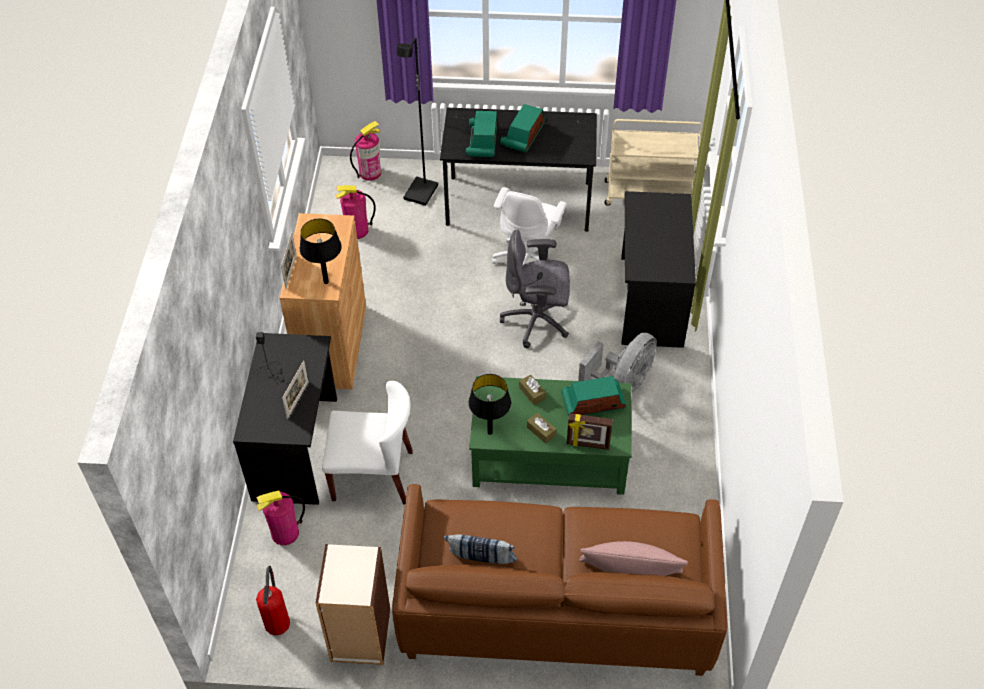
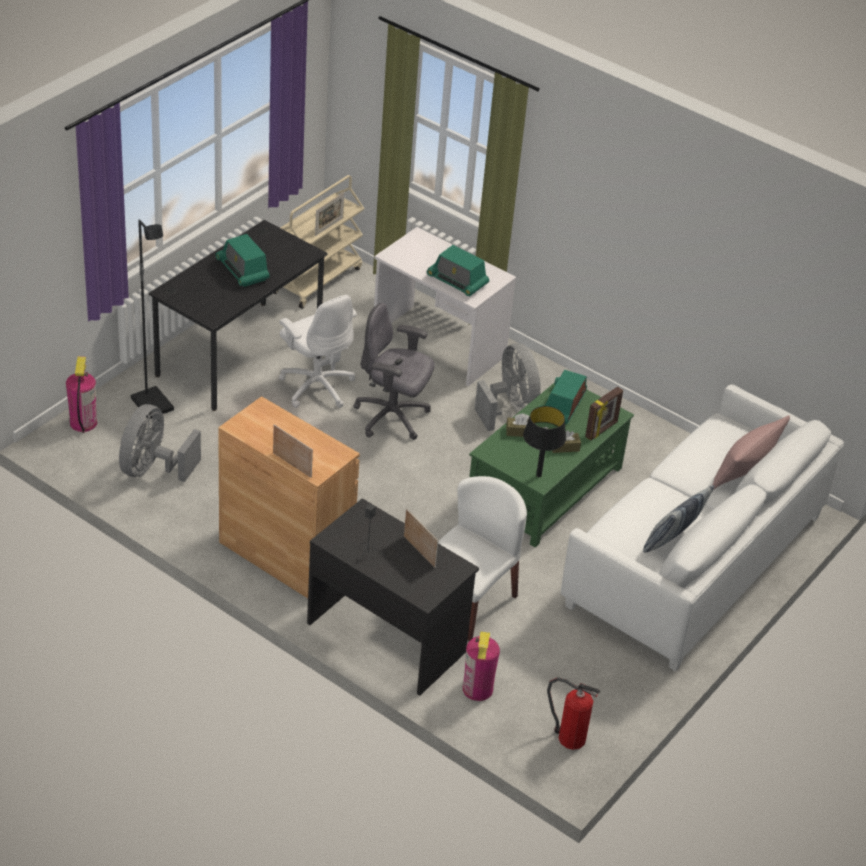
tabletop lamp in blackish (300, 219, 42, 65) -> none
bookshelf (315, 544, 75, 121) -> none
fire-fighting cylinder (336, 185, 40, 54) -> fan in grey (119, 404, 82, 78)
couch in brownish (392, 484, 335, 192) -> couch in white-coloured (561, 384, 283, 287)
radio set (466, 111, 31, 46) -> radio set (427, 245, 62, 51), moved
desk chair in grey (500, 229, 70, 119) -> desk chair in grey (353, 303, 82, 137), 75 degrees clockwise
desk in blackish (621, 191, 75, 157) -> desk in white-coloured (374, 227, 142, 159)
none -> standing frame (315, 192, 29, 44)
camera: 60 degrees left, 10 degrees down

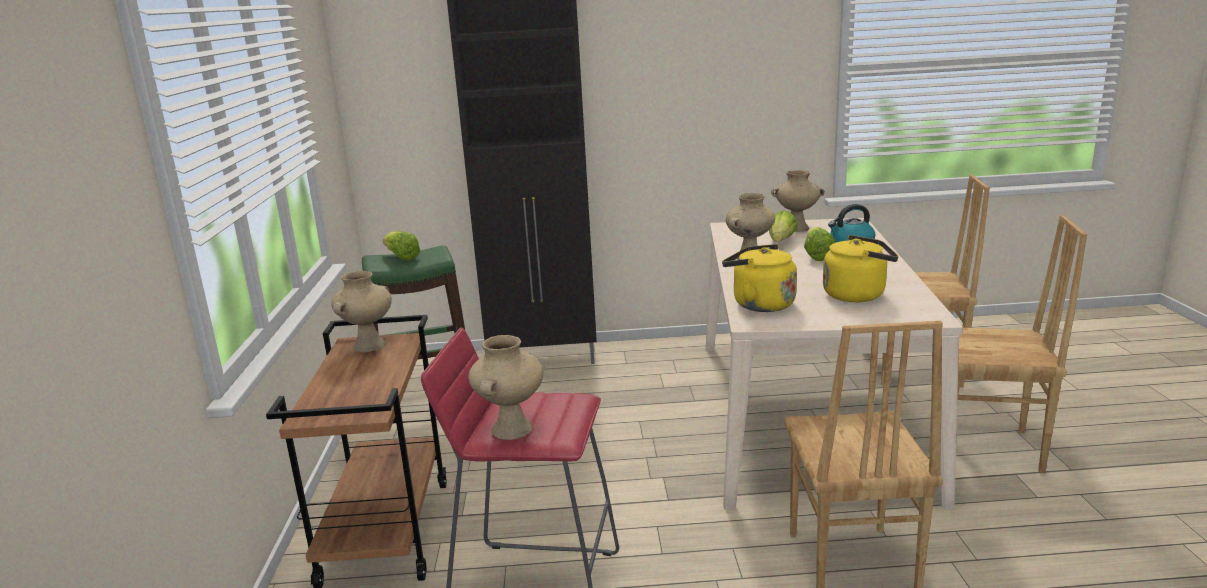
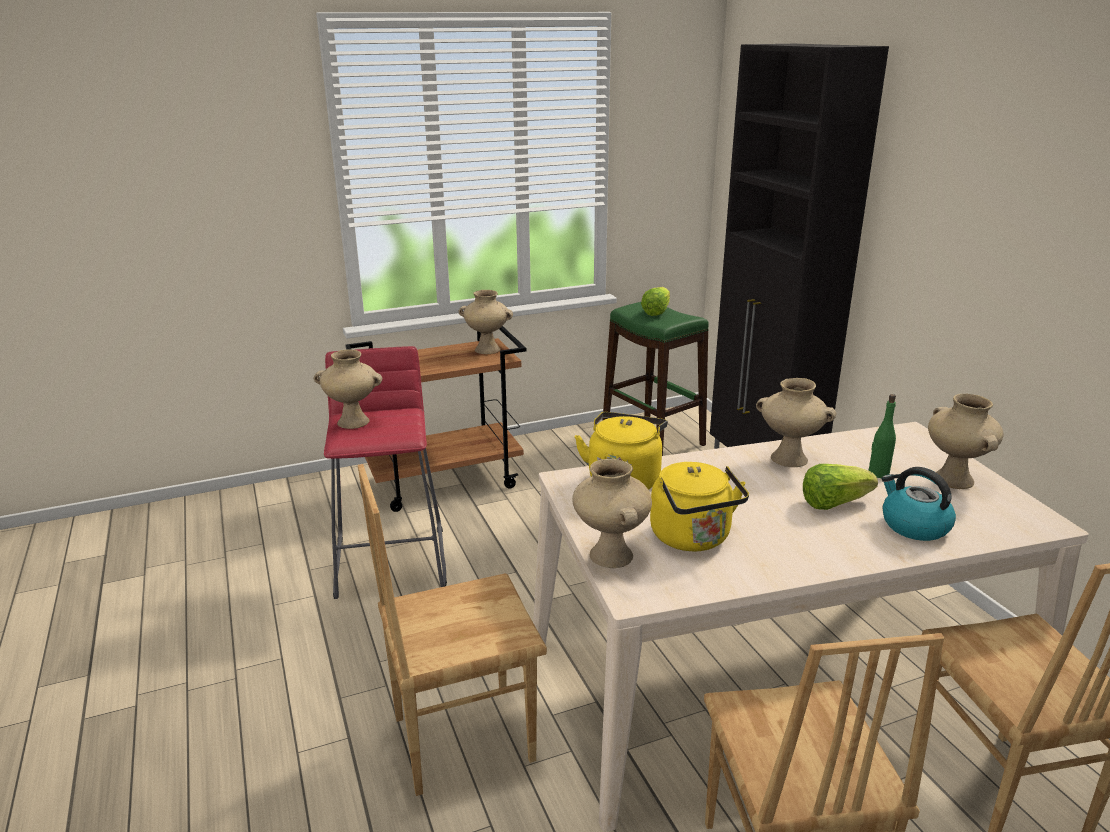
lettuce head (769, 210, 29, 32) -> bottle in green-coloured (868, 394, 28, 84)
none -> decorative vase in beige-coloured (572, 459, 80, 109)
camera: 70 degrees right, 5 degrees up

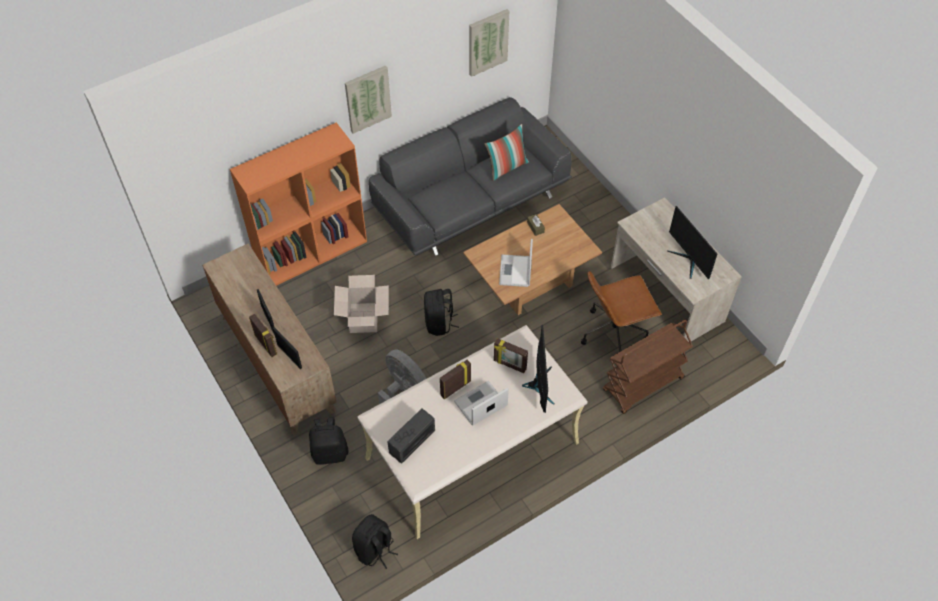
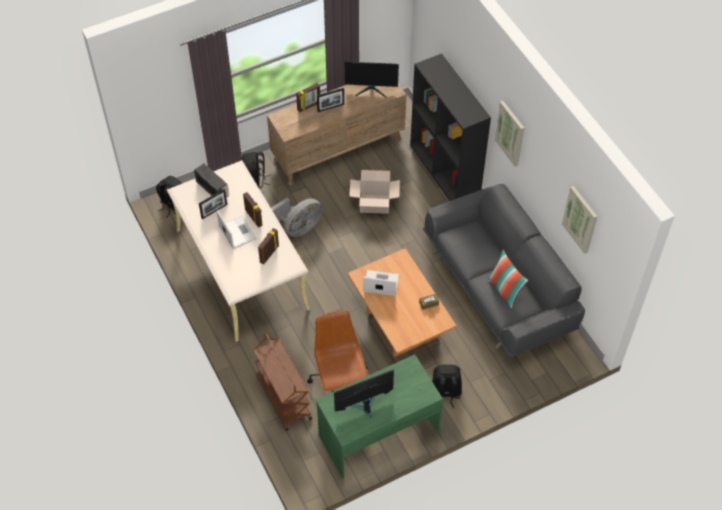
bookshelf in orange-coloured (230, 122, 137, 164) -> bookshelf in blackish (410, 53, 81, 148)
standing frame (273, 327, 29, 42) -> standing frame (199, 189, 28, 30), moved
knapsack in blackish (424, 289, 35, 47) -> knapsack in blackish (432, 365, 30, 43), moved
computer screen (522, 325, 33, 88) -> computer screen (345, 62, 54, 35), moved
desk in beige-coloured (611, 197, 131, 145) -> desk in green-coloured (316, 354, 127, 125)
camera: 95 degrees right, 0 degrees up

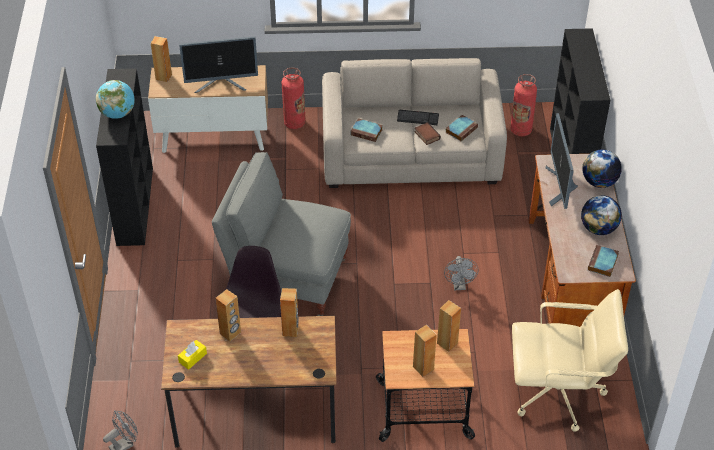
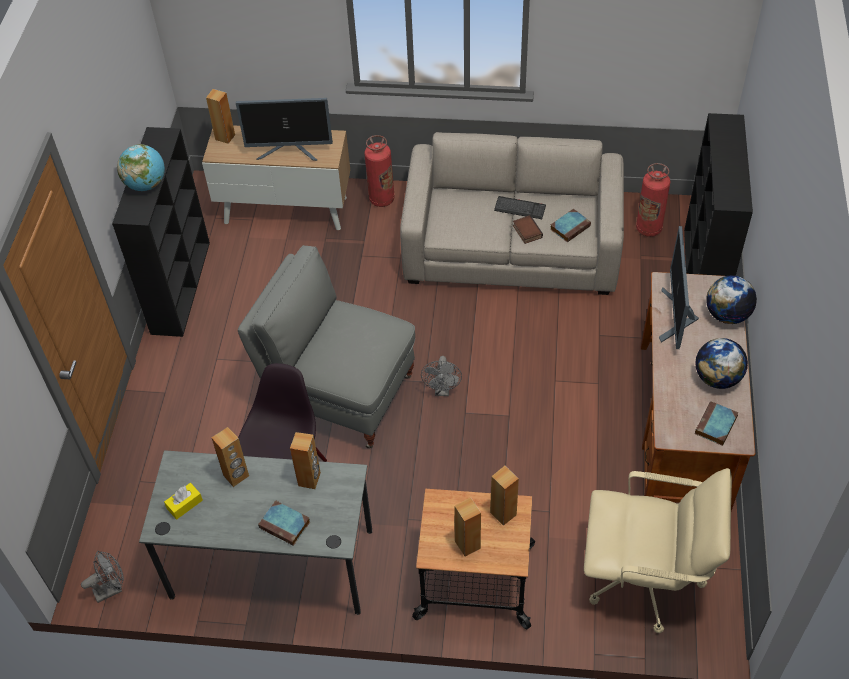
desk in brownish (161, 316, 176, 132) -> desk in grey (139, 450, 234, 165)
bound book (350, 118, 33, 24) -> bound book (258, 501, 52, 45), moved
fan in grey (444, 256, 35, 34) -> fan in grey (421, 356, 41, 40), moved
camera: 10 degrees right, 5 degrees up

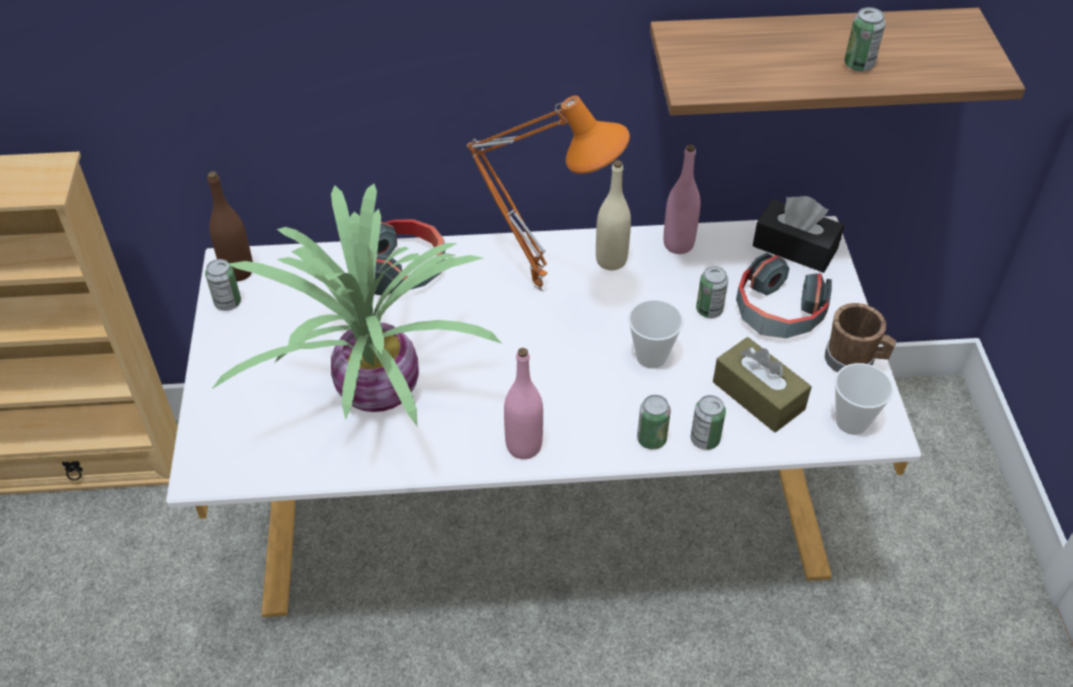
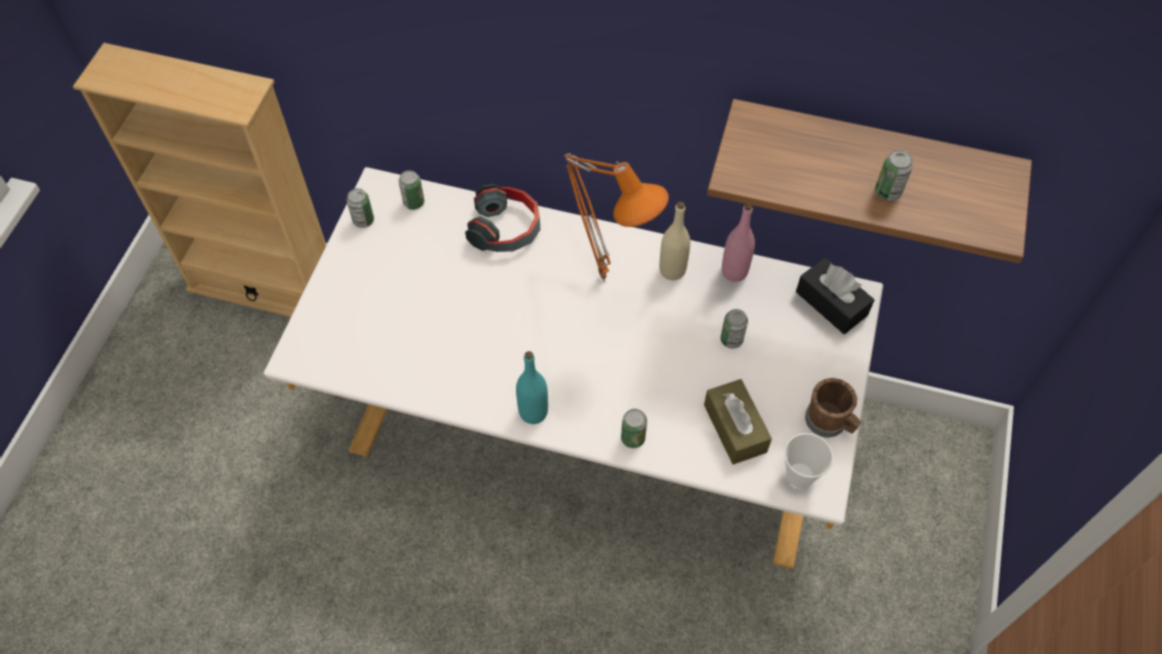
bottle in brownish (207, 171, 46, 110) -> none
plant in a pot (212, 184, 290, 242) -> none
bottle in pink-coloured (504, 348, 39, 111) -> bottle in turquoise (516, 351, 32, 73)
small cup (628, 299, 56, 70) -> none
can (691, 395, 35, 55) -> can (399, 170, 25, 40), moved
pair of headphones (736, 253, 96, 85) -> none
camera: 20 degrees right, 10 degrees up

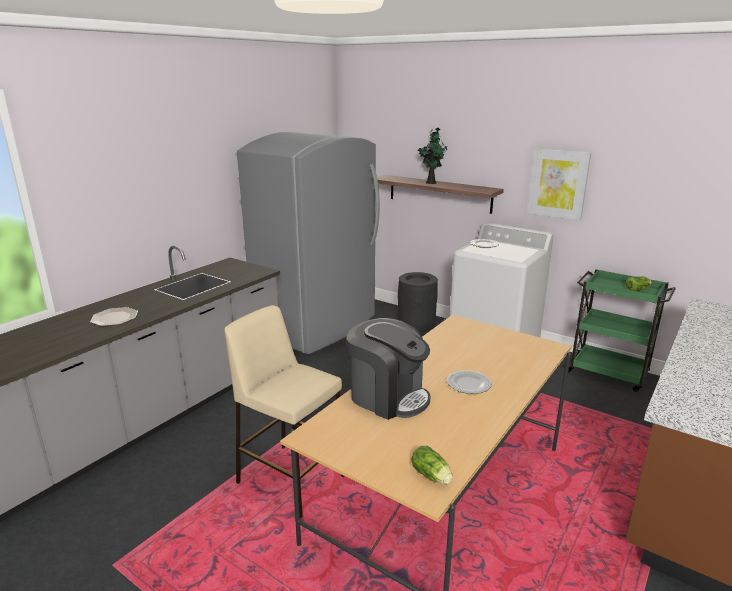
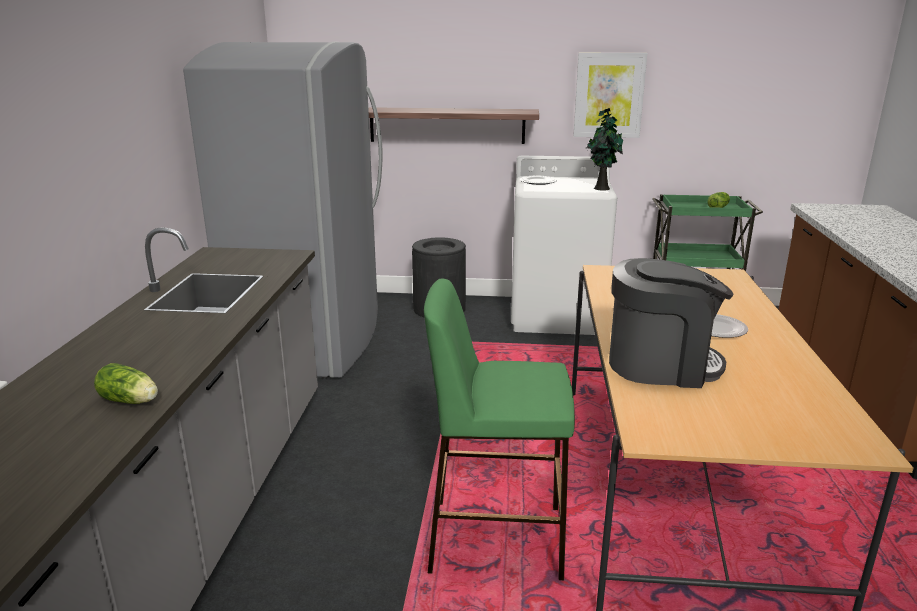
flat dish (90, 307, 48, 19) -> none
sitting stool in beige-coloured (224, 305, 120, 213) -> sitting stool in green-coloured (424, 279, 151, 301)
lettuce head (411, 446, 42, 38) -> lettuce head (94, 363, 64, 41), moved
plant in a pot (418, 128, 30, 56) -> plant in a pot (586, 108, 37, 82), moved
camera: 30 degrees left, 0 degrees up

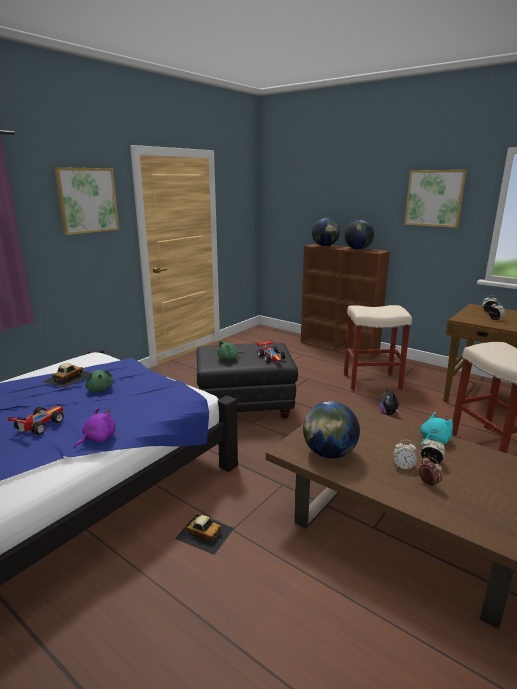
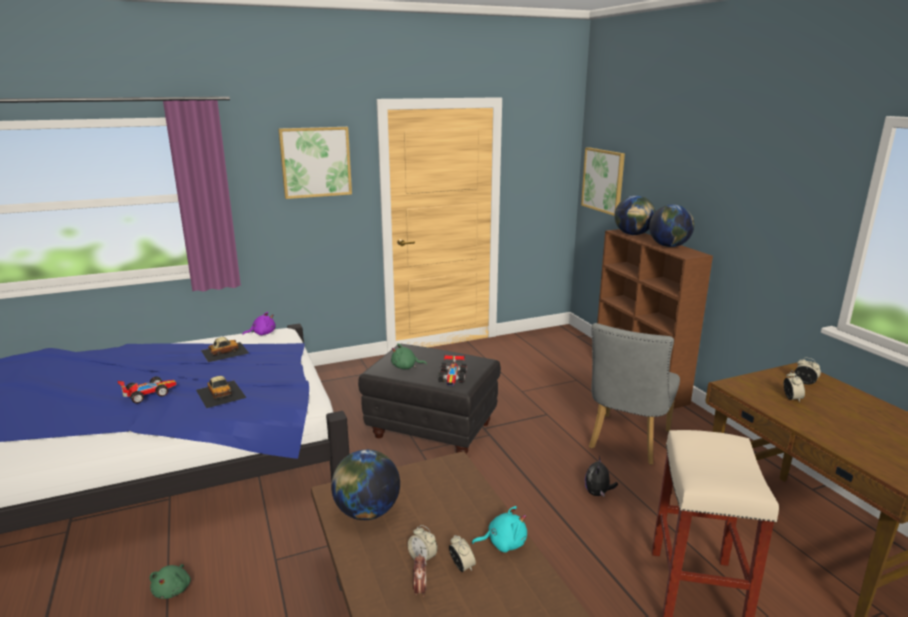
plush toy in purplish (74, 407, 42, 42) -> plush toy in purplish (243, 312, 33, 23), moved
plush toy in green-coloured (85, 370, 28, 22) -> plush toy in green-coloured (150, 564, 41, 35), moved
miniature car (175, 514, 59, 41) -> miniature car (196, 376, 50, 32), moved
sitting stool in beige-coloured (344, 305, 68, 85) -> upright chair in grey (589, 323, 91, 142)
picture (404, 170, 63, 58) -> picture (581, 147, 44, 69), moved
camera: 30 degrees right, 0 degrees up

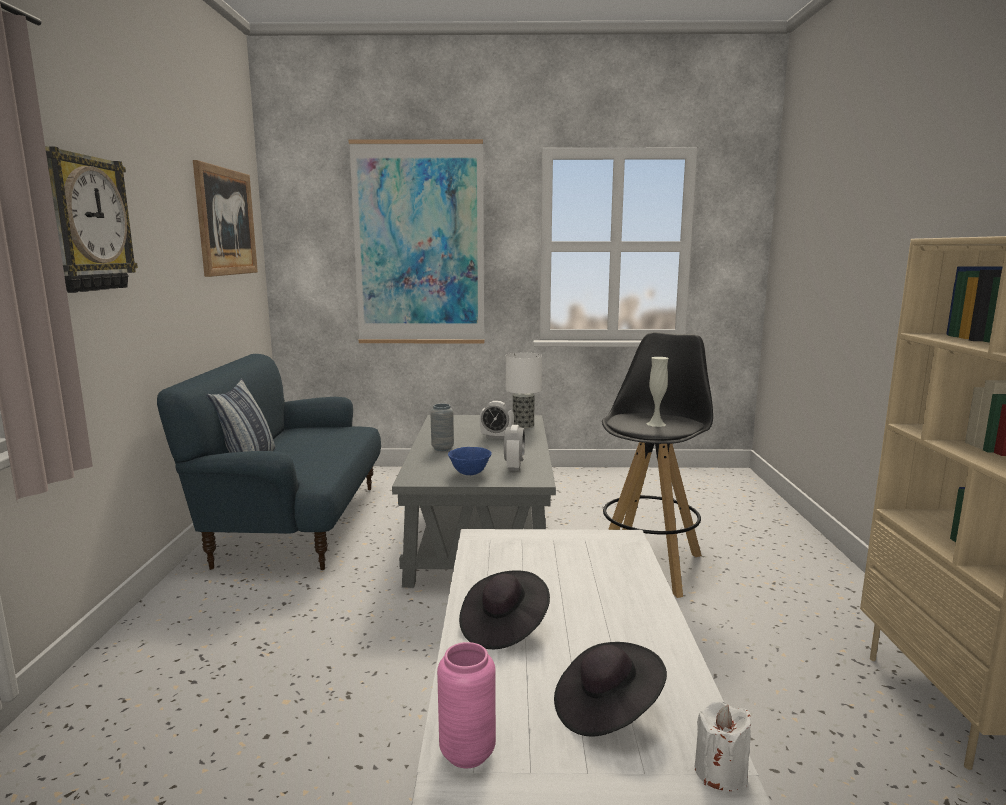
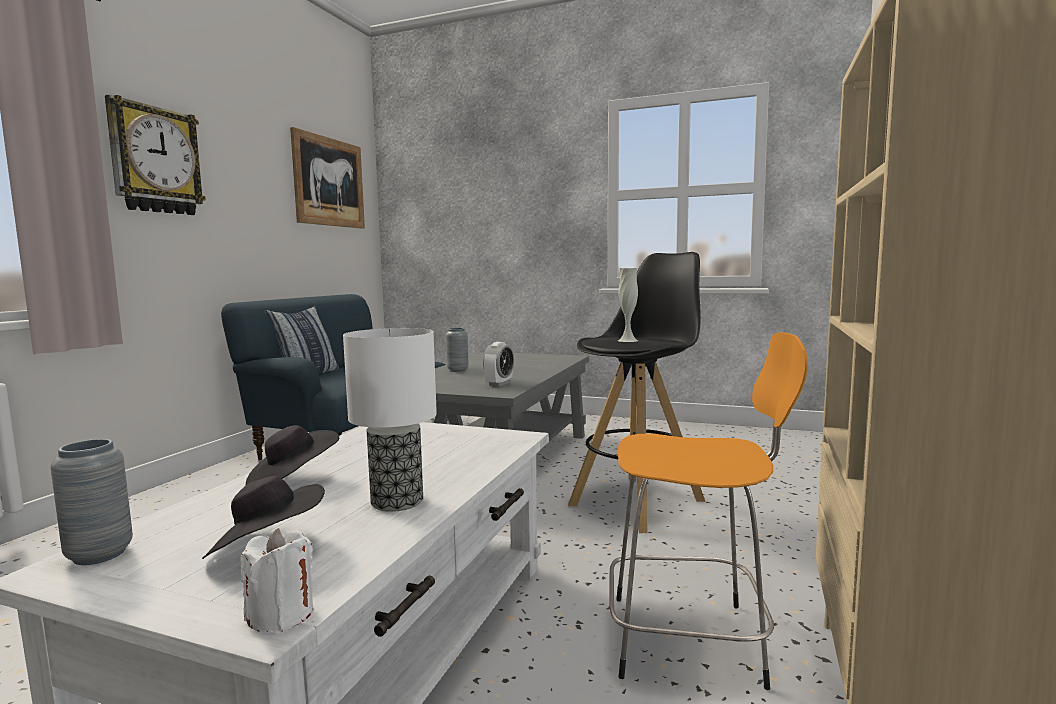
picture (349, 139, 135, 204) -> none
decorative vase in pink-coloured (437, 642, 59, 126) -> decorative vase in grey (50, 439, 83, 126)
bowl in bluish (448, 447, 44, 28) -> none
table clock (479, 401, 35, 38) -> none
tabletop lamp (506, 353, 36, 76) -> tabletop lamp (343, 328, 94, 184), moved
none -> sitting stool in orange-coloured (609, 332, 199, 358)
camera: 20 degrees right, 5 degrees down

